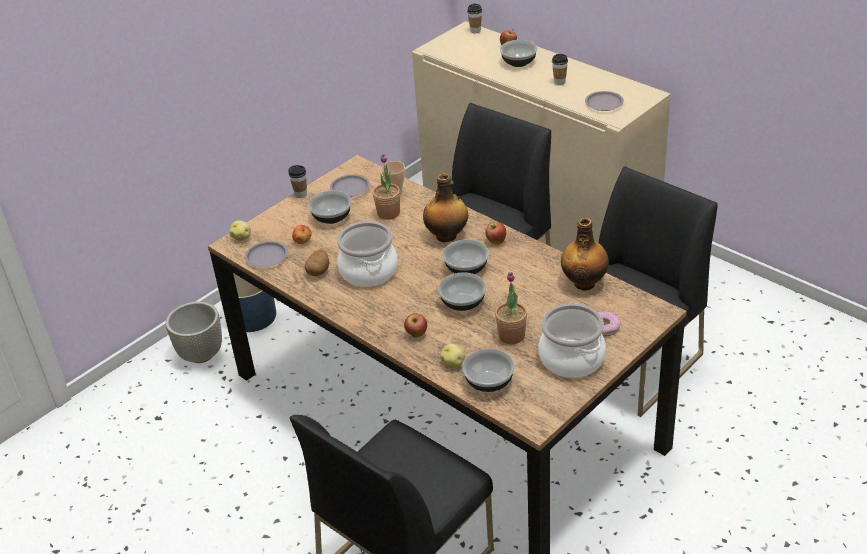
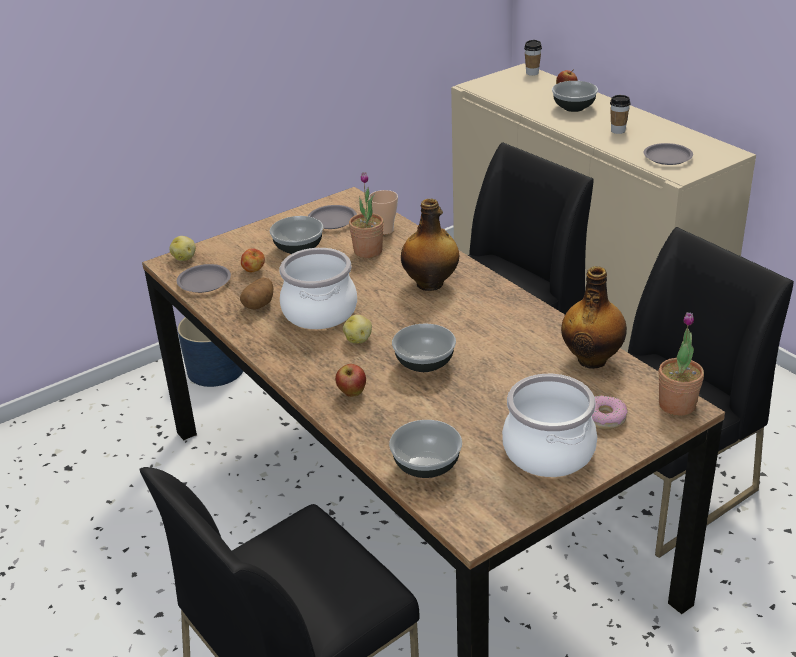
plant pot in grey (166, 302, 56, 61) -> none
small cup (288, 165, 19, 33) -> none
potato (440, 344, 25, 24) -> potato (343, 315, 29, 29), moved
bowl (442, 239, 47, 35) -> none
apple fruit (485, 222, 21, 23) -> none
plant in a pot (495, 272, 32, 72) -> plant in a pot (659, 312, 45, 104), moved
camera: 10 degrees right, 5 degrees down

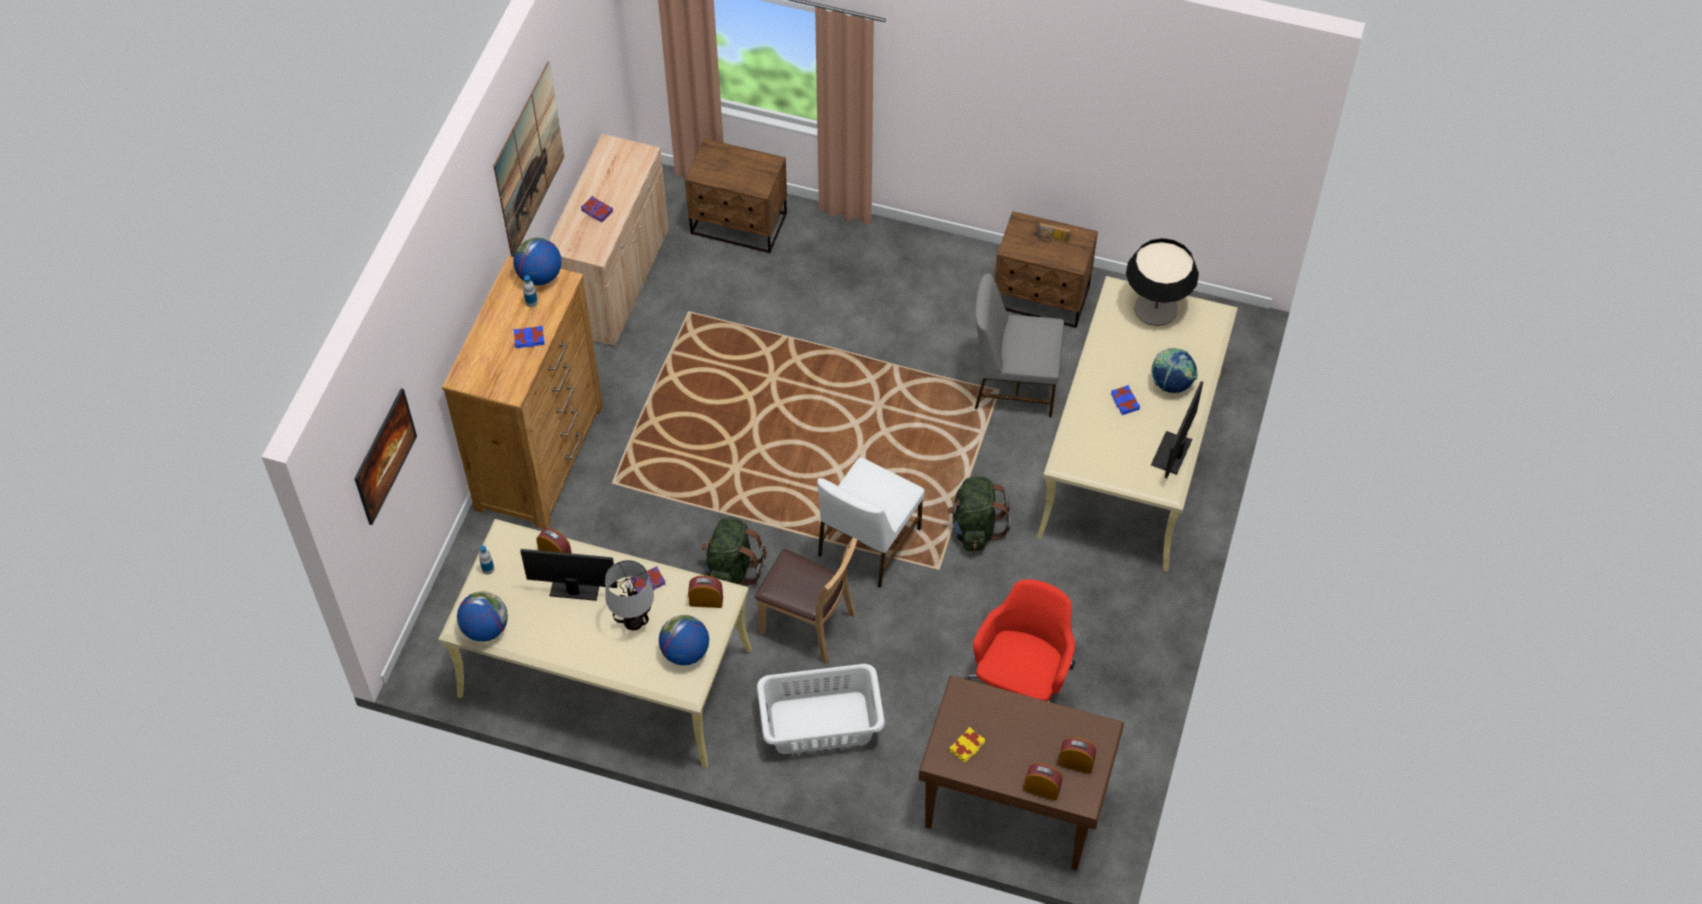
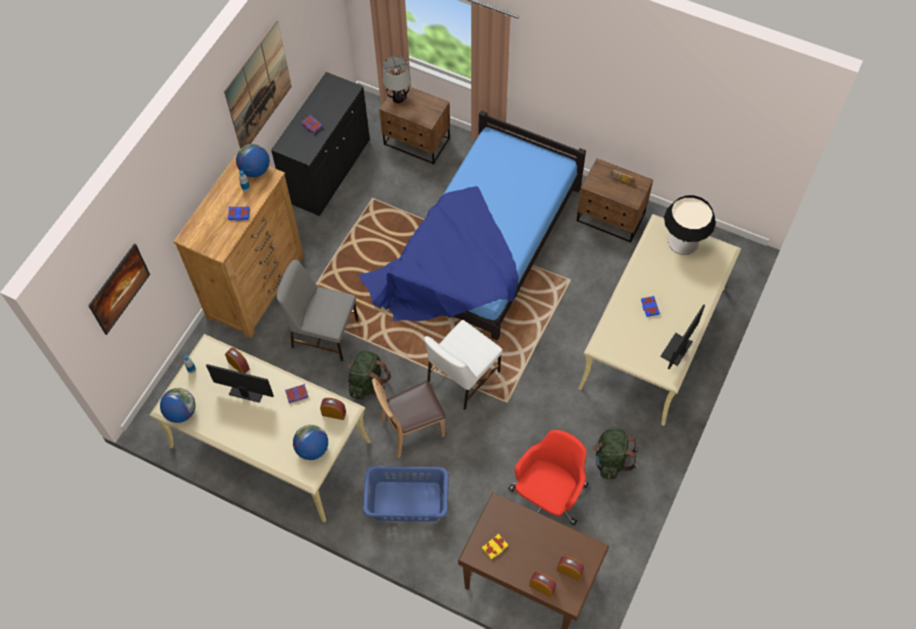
storage cabinet in beige-coloured (549, 134, 120, 213) -> storage cabinet in blackish (271, 72, 99, 144)
tabletop lamp (605, 560, 49, 70) -> tabletop lamp (383, 56, 28, 47), moved
upright chair in brownish (755, 538, 102, 126) -> upright chair in brownish (372, 378, 74, 80), 120 degrees clockwise
laundry basket in white-coloured (757, 664, 128, 90) -> laundry basket in bluish (363, 466, 86, 56)
knapsack in green-coloured (947, 476, 64, 76) -> knapsack in green-coloured (592, 428, 46, 51), moved
upright chair in grey (975, 273, 89, 145) -> upright chair in grey (277, 260, 81, 101), moved
desk globe (1151, 348, 47, 45) -> none
none -> bedroom bed (359, 110, 227, 230)
camera: 10 degrees right, 5 degrees up

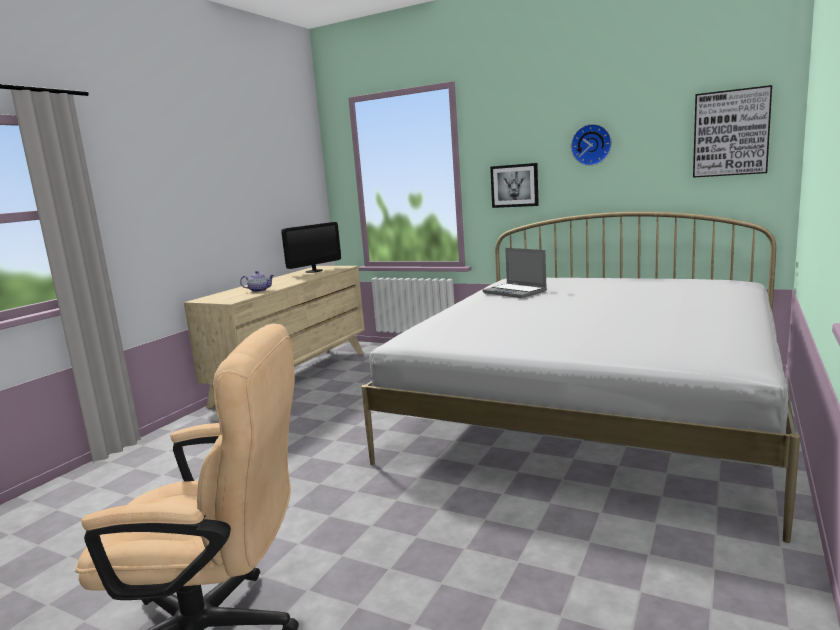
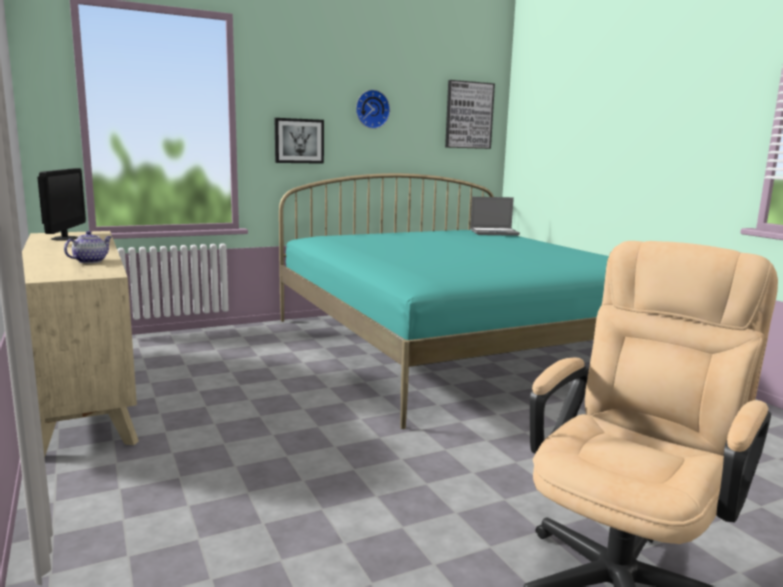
bedroom bed in white-coloured (361, 212, 439, 331) -> bedroom bed in turquoise (279, 173, 330, 256)
laptop (483, 248, 64, 50) -> laptop (470, 197, 50, 39), moved
camera: 55 degrees left, 0 degrees up

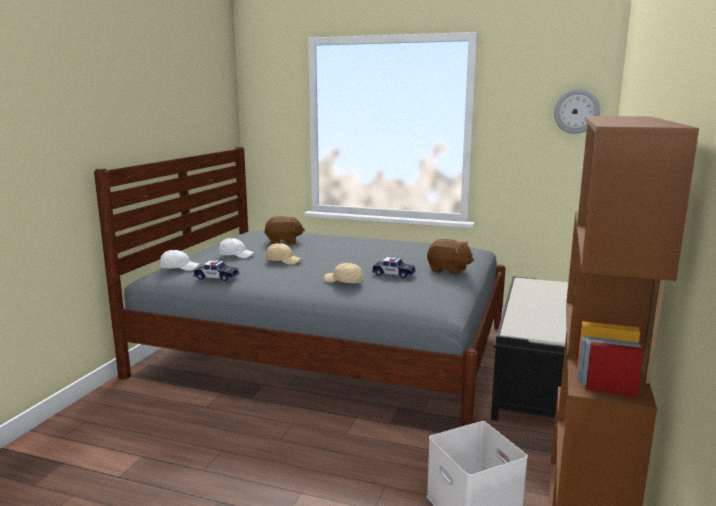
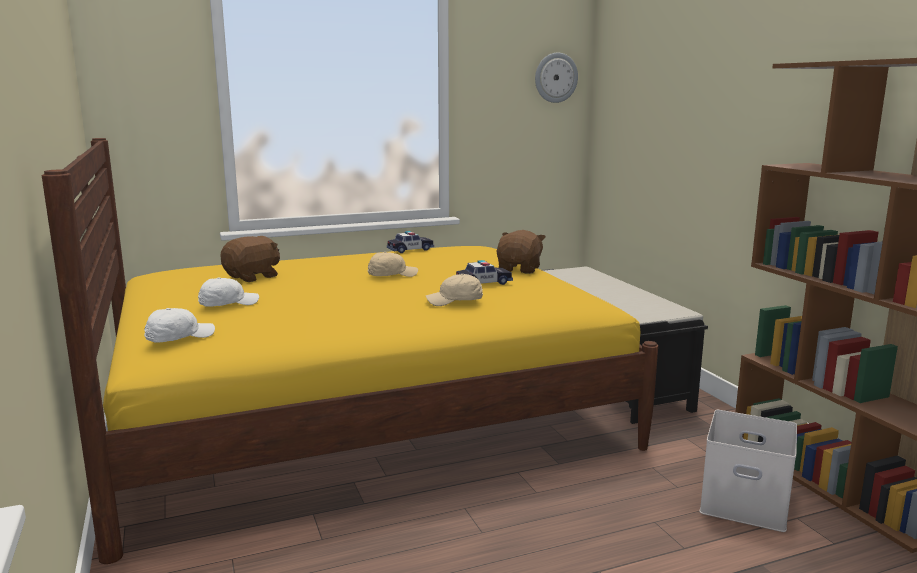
bedroom bed in grey (94, 147, 412, 280) -> bedroom bed in yellowish (42, 138, 616, 426)
miniature car (193, 260, 46, 21) -> miniature car (387, 231, 47, 22), moved
cap in beige-coloured (266, 243, 36, 22) -> cap in beige-coloured (368, 252, 50, 25), moved
plush toy in brownish (427, 239, 47, 36) -> plush toy in brownish (497, 230, 49, 44), 60 degrees counterclockwise
camera: 40 degrees left, 0 degrees up

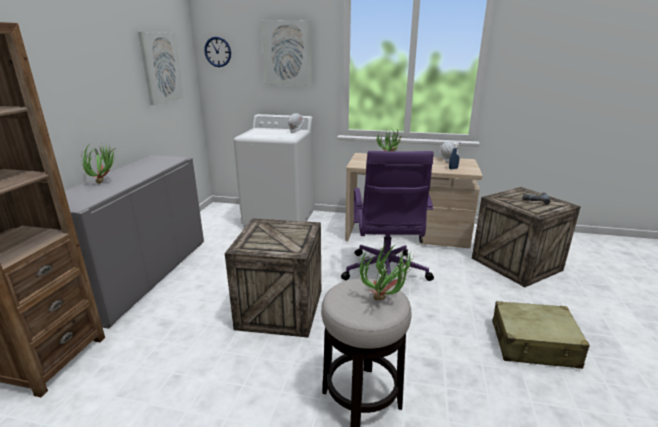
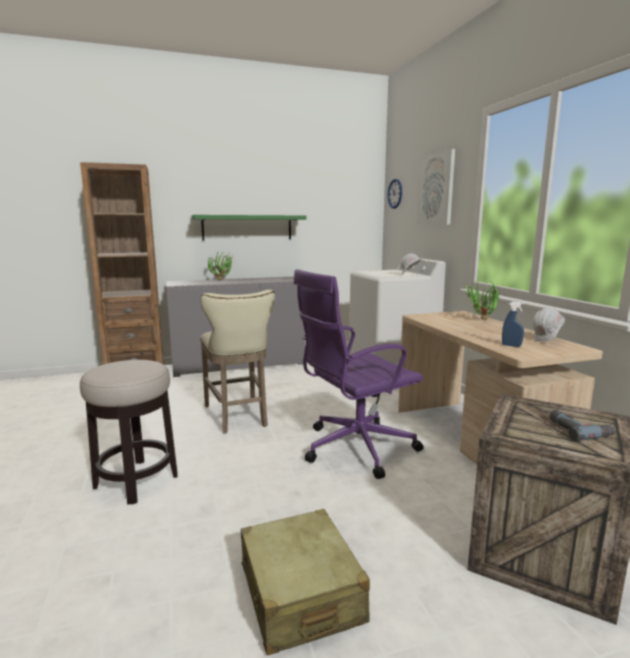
picture (138, 32, 46, 73) -> none
packing crate (225, 218, 96, 120) -> sitting stool in beige-coloured (200, 290, 75, 143)
plant in a pot (358, 241, 56, 59) -> none
none -> bracket shelf in green-coloured (192, 215, 115, 25)
camera: 60 degrees right, 10 degrees down

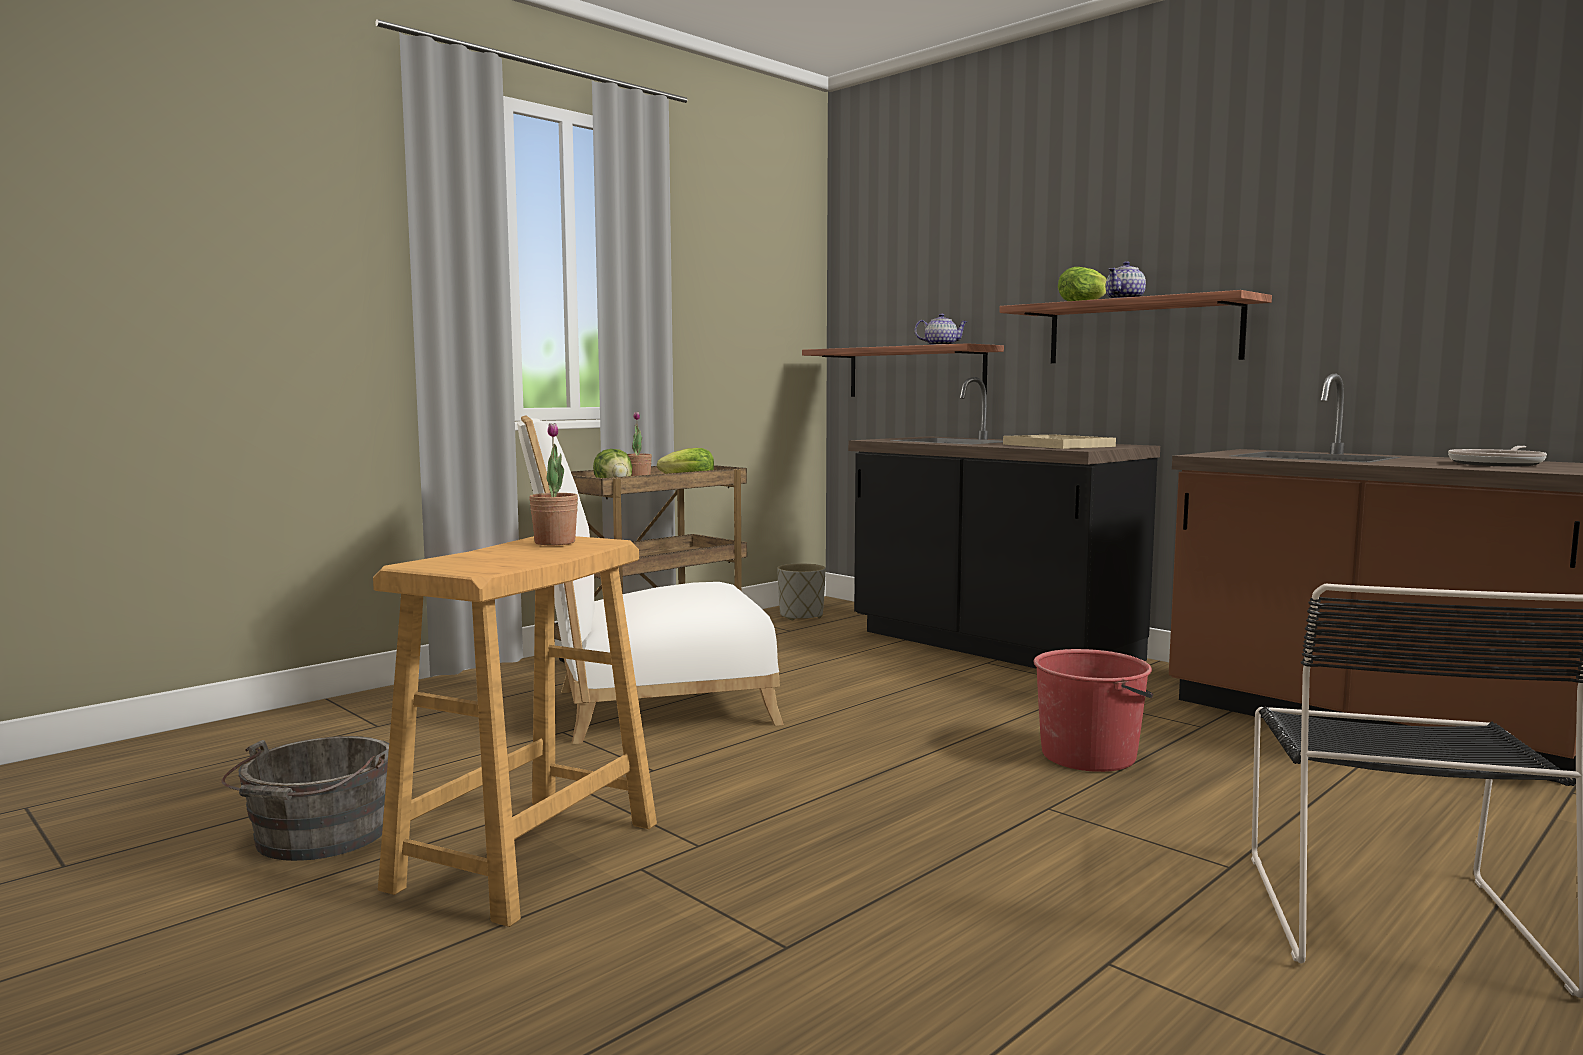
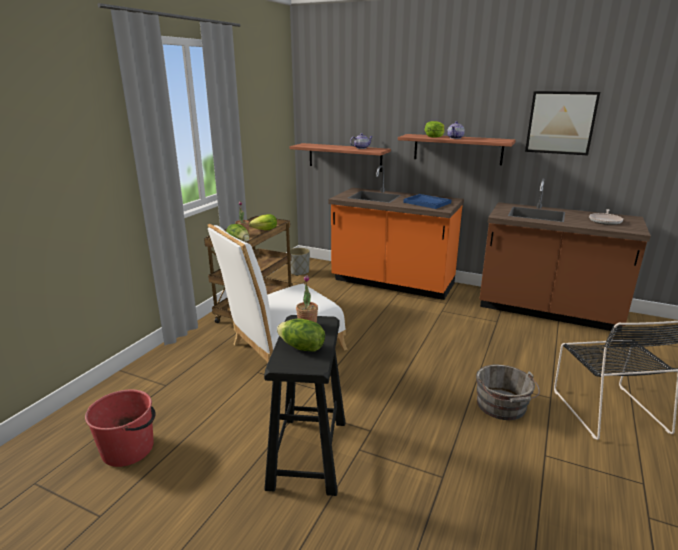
water bucket in grey (222, 736, 167, 125) -> water bucket in grey (476, 364, 64, 56), moved
sitting stool in beige-coloured (373, 536, 284, 391) -> sitting stool in blackish (264, 315, 81, 181)
kitchen base unit in blackish (848, 377, 312, 292) -> kitchen base unit in orange-coloured (328, 165, 136, 135)
serving tray in beige-coloured (1003, 434, 113, 15) -> serving tray in bluish (403, 194, 48, 15)
water bucket in red-coloured (1033, 649, 121, 123) -> water bucket in red-coloured (85, 390, 71, 77), moved
none -> lettuce head (277, 319, 48, 33)
none -> picture (525, 91, 75, 64)
camera: 20 degrees left, 15 degrees up

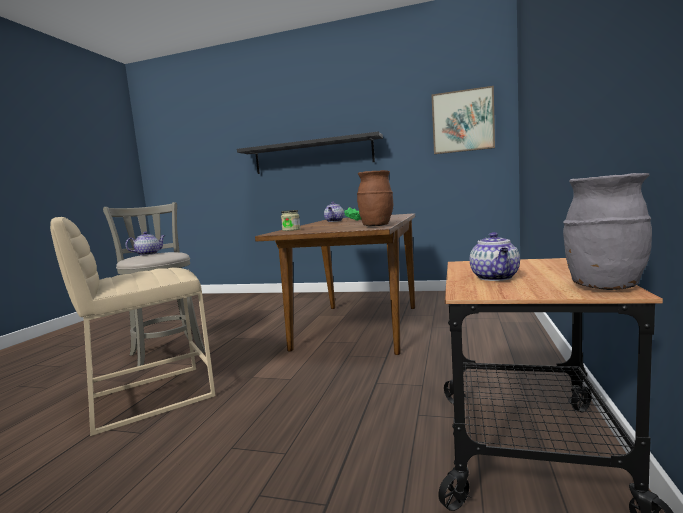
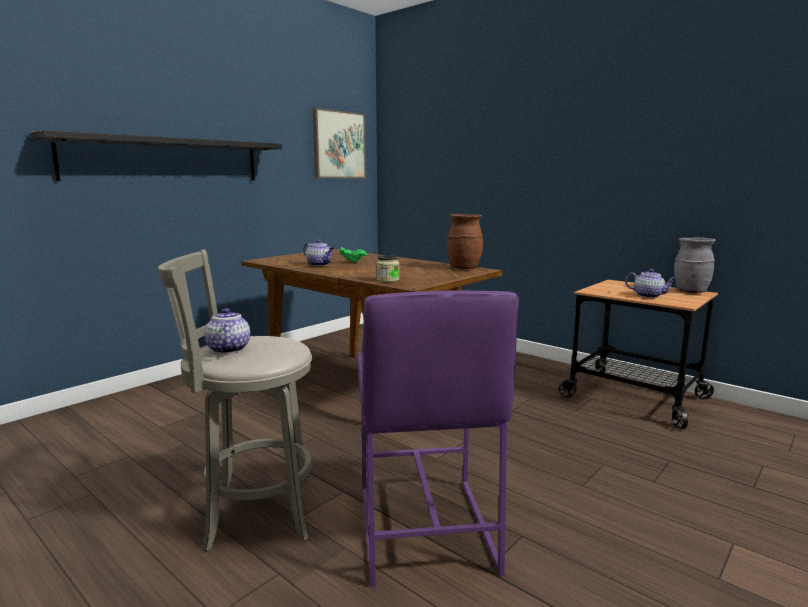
sitting stool in beige-coloured (50, 217, 165, 219) -> sitting stool in purplish (358, 290, 160, 298)
camera: 65 degrees left, 5 degrees up

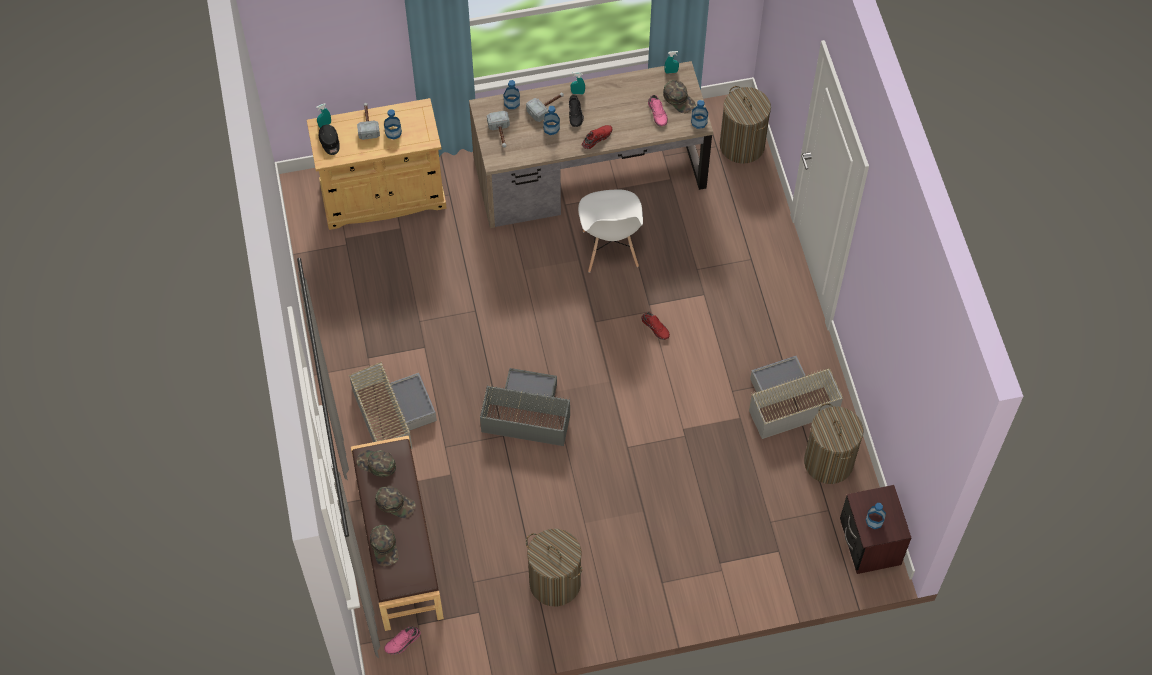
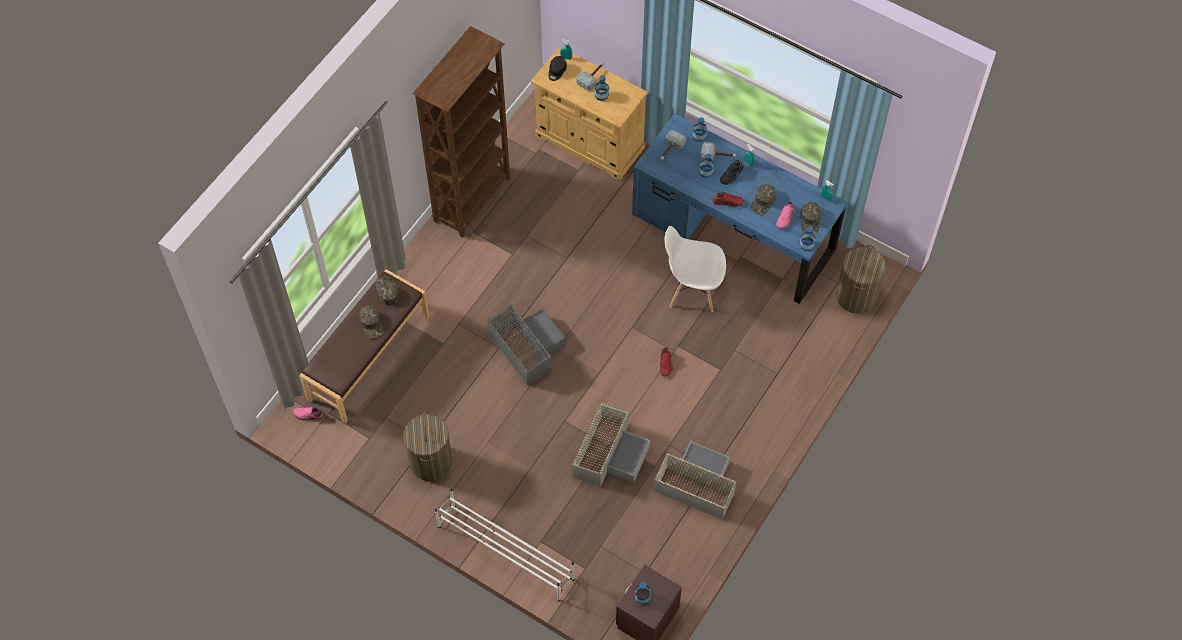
storage container in grey (348, 362, 89, 87) -> storage container in grey (572, 402, 78, 85), moved
cap in green-coloured (370, 525, 29, 41) -> cap in green-coloured (750, 184, 26, 31), moved
desk in brownish (469, 61, 244, 167) -> desk in bluish (632, 113, 216, 191)
upright chair in white-coloured (578, 190, 65, 83) -> upright chair in white-coloured (665, 226, 61, 86), 60 degrees clockwise
laundry basket (804, 403, 59, 81) -> none
none -> bookshelf in brownish (413, 26, 97, 212)
none -> shoe stand in white-coloured (435, 489, 140, 112)
camera: 45 degrees right, 0 degrees up

